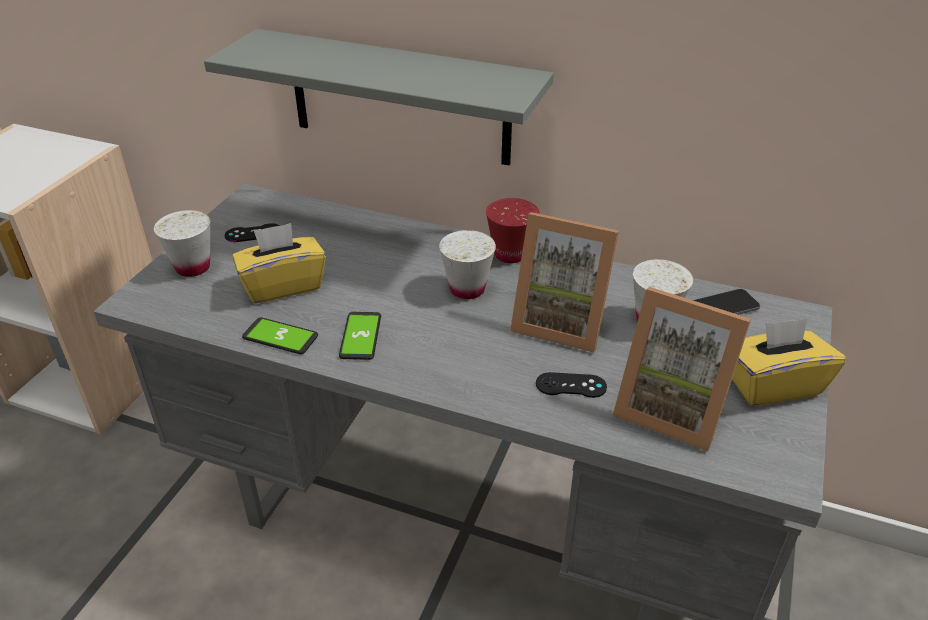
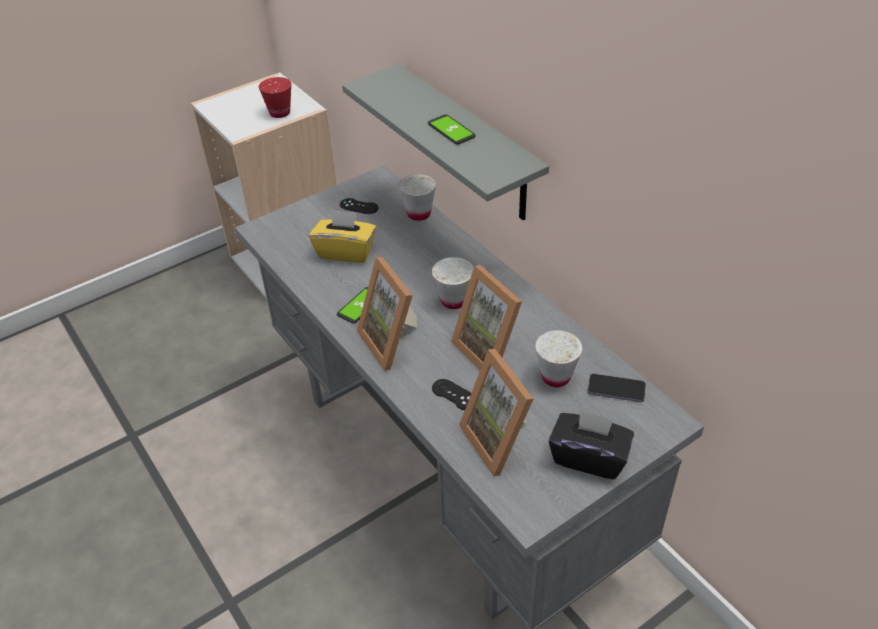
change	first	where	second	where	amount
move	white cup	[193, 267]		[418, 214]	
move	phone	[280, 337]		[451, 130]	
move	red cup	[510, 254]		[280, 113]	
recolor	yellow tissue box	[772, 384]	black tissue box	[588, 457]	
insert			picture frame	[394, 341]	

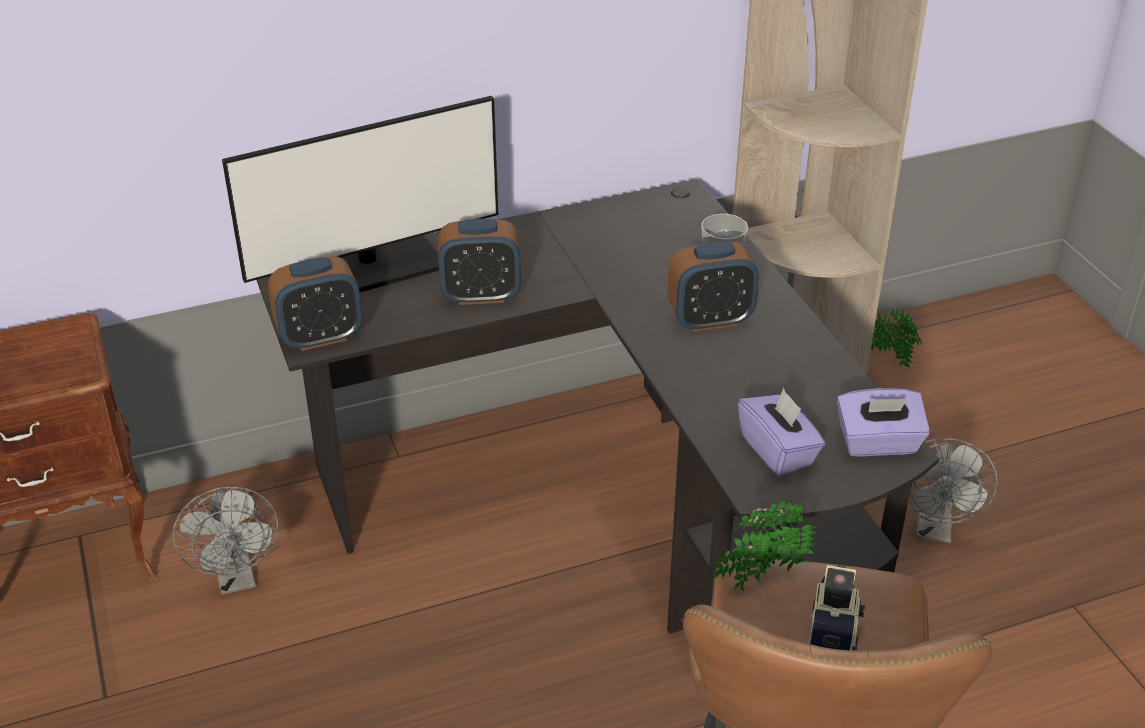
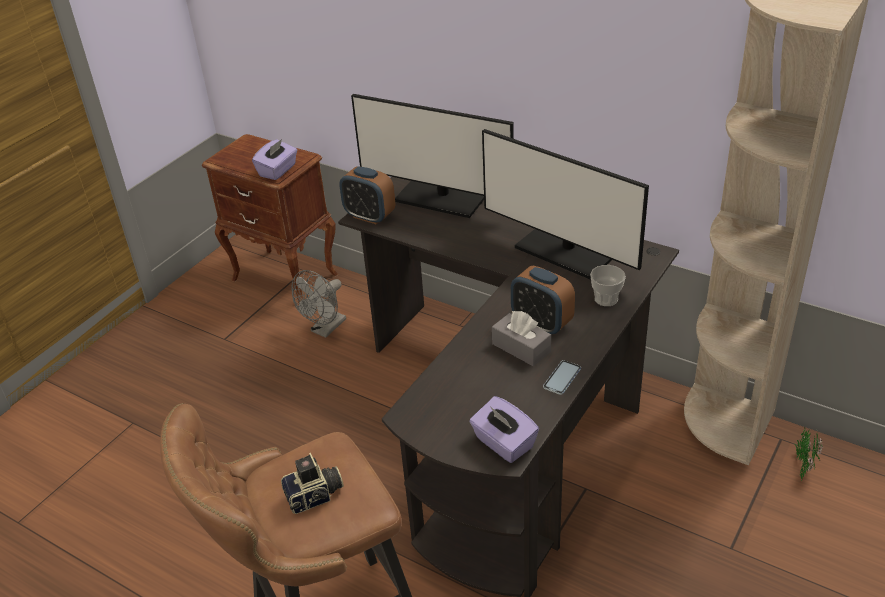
change	first	where	second	where	amount
delete	alarm clock	[481, 295]			
delete	potted plant	[758, 577]			
move	purple tissue box	[778, 451]		[278, 171]	
delete	grey fan	[934, 529]			
insert			monitor	[563, 253]	
insert			grey tissue box	[521, 348]	
insert			phone	[562, 378]	

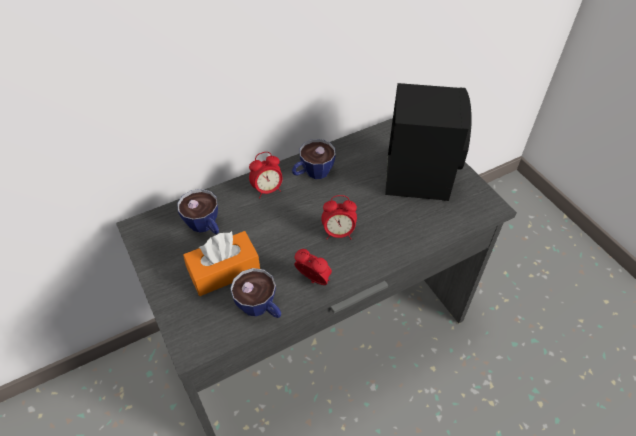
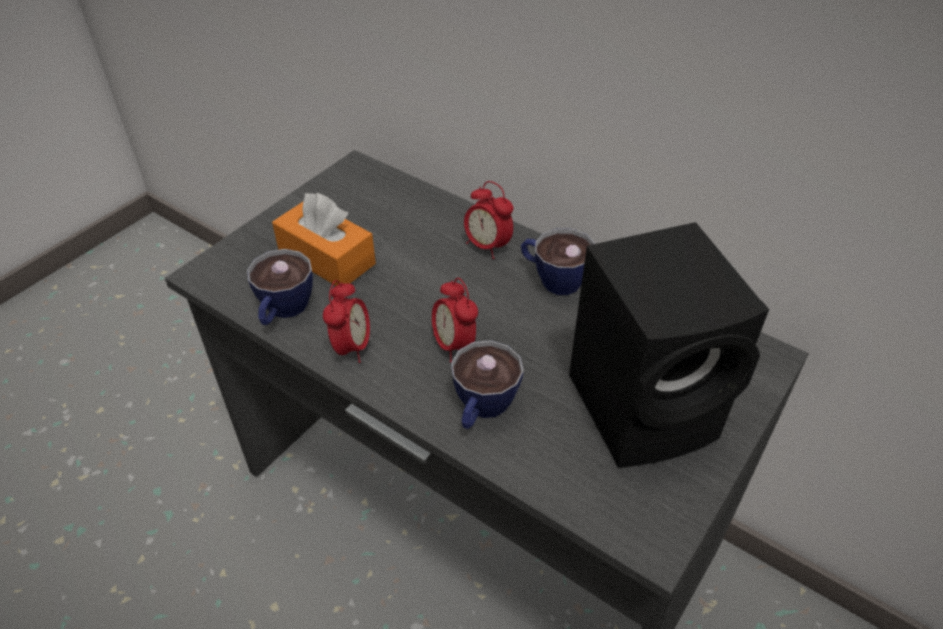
change	first	where	second	where	amount
move	cup	[205, 226]		[482, 409]	

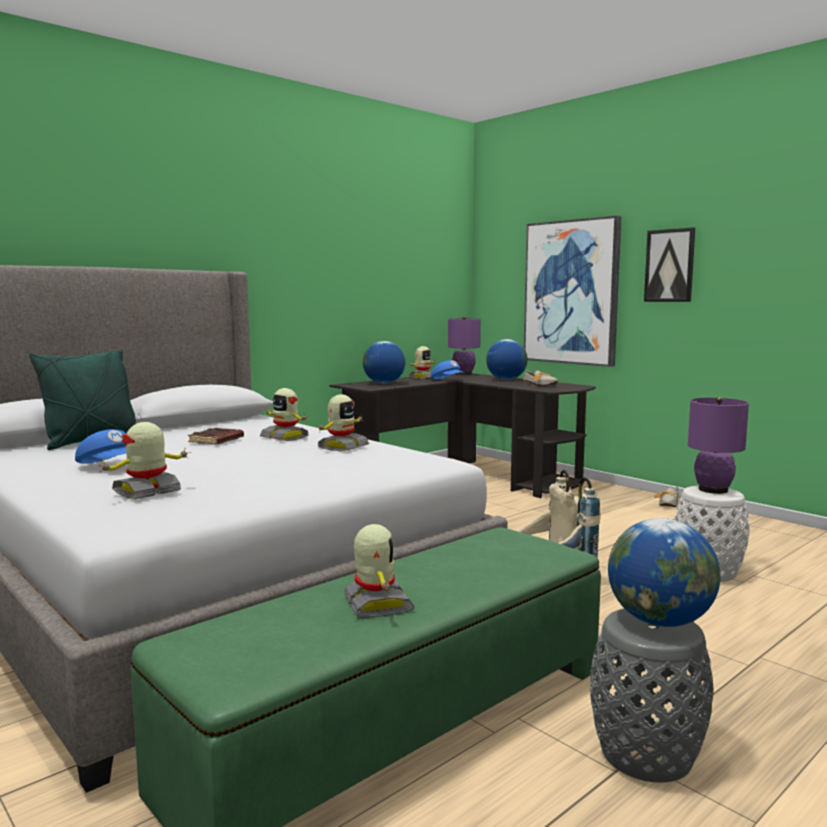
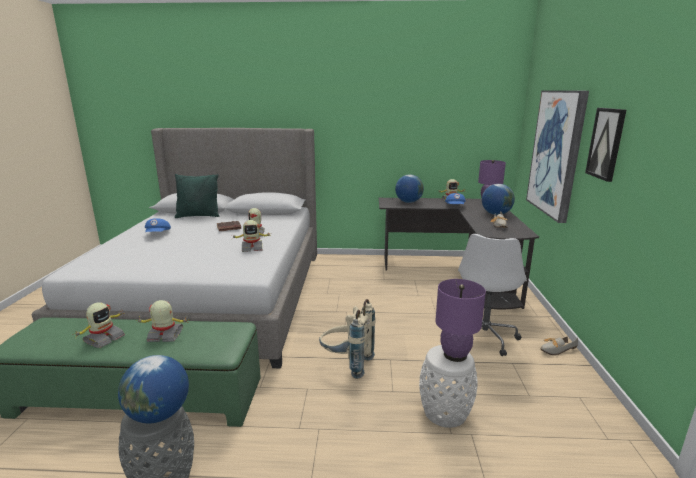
change	first	where	second	where	amount
move	toy robot	[147, 492]		[165, 335]	
insert			white office chair	[484, 338]	

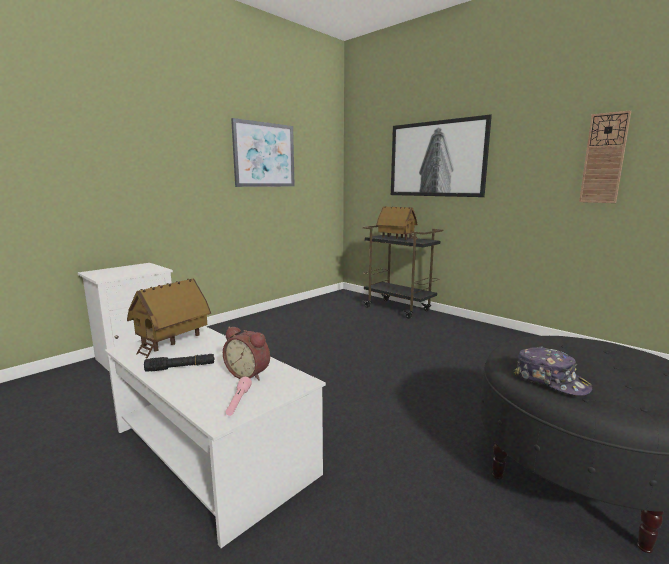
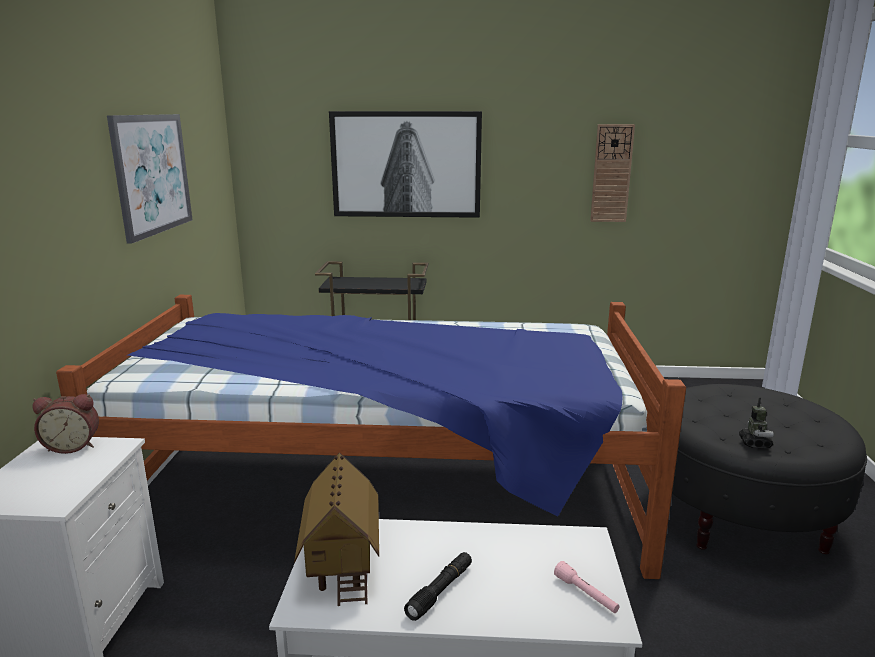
change	first	where	second	where	amount
move	alarm clock	[249, 374]		[73, 446]	
delete	toy house	[396, 239]			
replace	cap	[550, 380]	toy robot	[754, 443]	
insert			bed	[387, 496]	

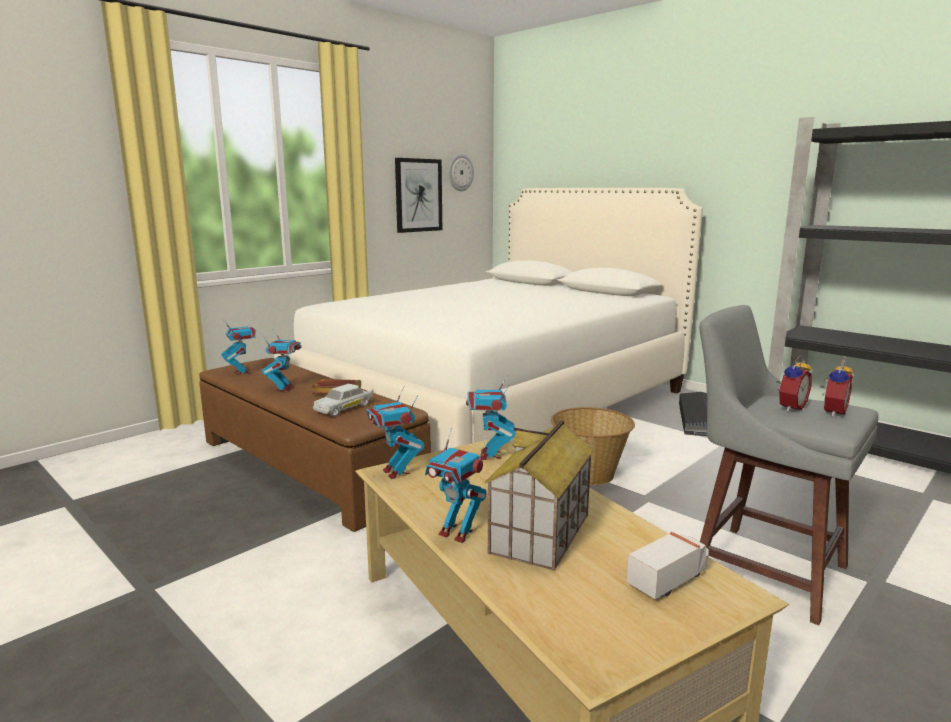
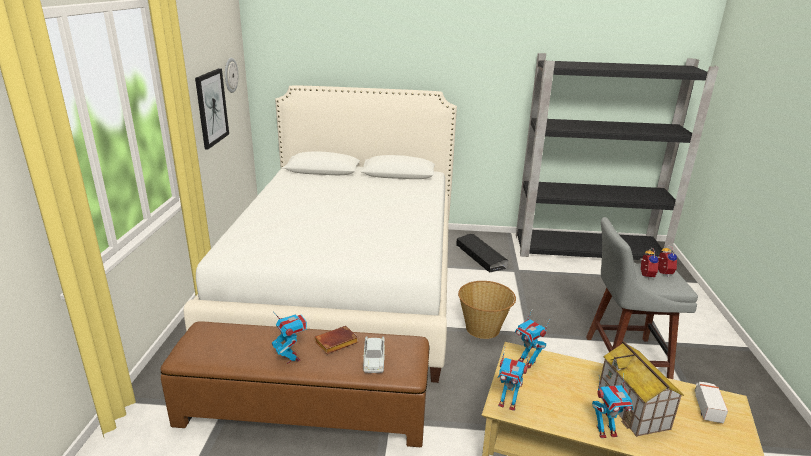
change	first	where	second	where	amount
delete	toy robot	[242, 372]			

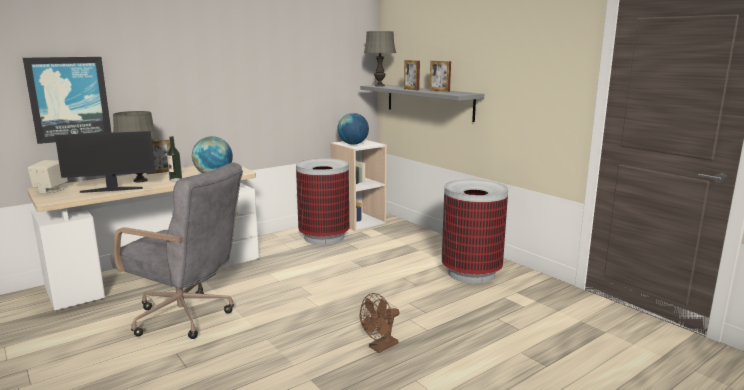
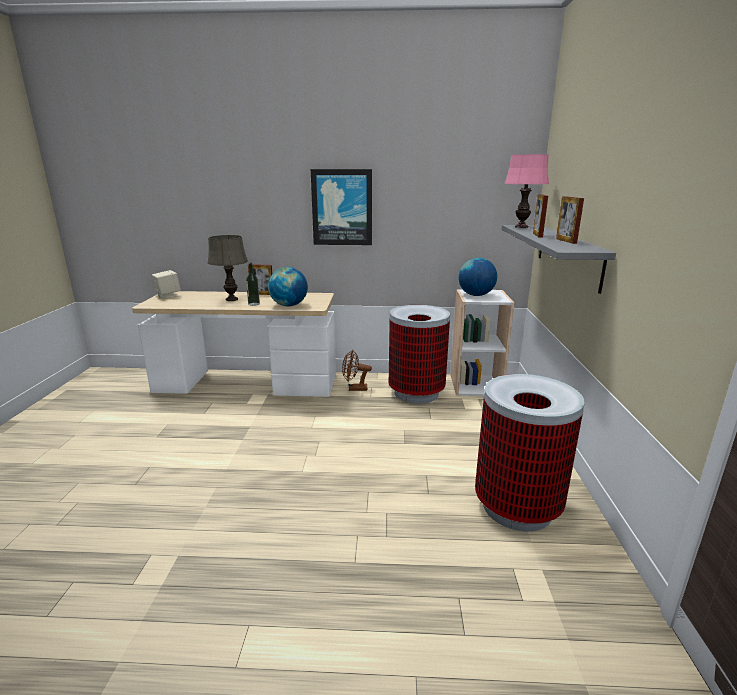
change	first	where	second	where	amount
move	picture	[69, 99]		[342, 207]	
delete	monitor	[112, 189]			
delete	grey office chair	[187, 319]			
move	brown fan	[380, 347]		[354, 389]	
recolor	grey table lamp	[379, 86]	pink table lamp	[521, 227]	

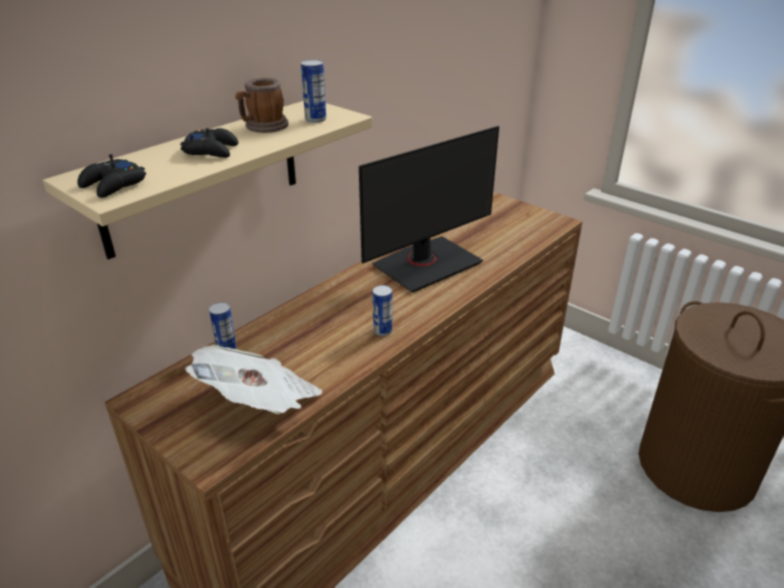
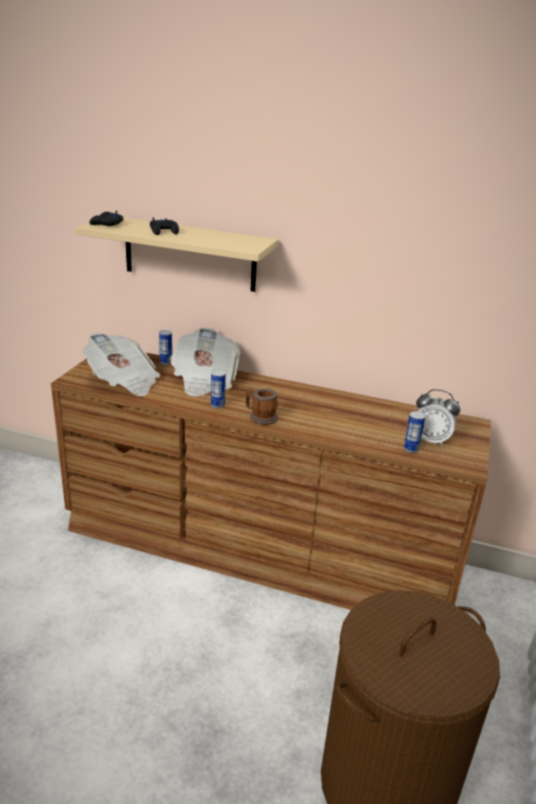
change	first	where	second	where	amount
move	mug	[263, 127]		[260, 417]	
move	can	[315, 119]		[411, 449]	
delete	monitor	[426, 264]			
insert			newspaper	[204, 380]	
insert			alarm clock	[431, 440]	

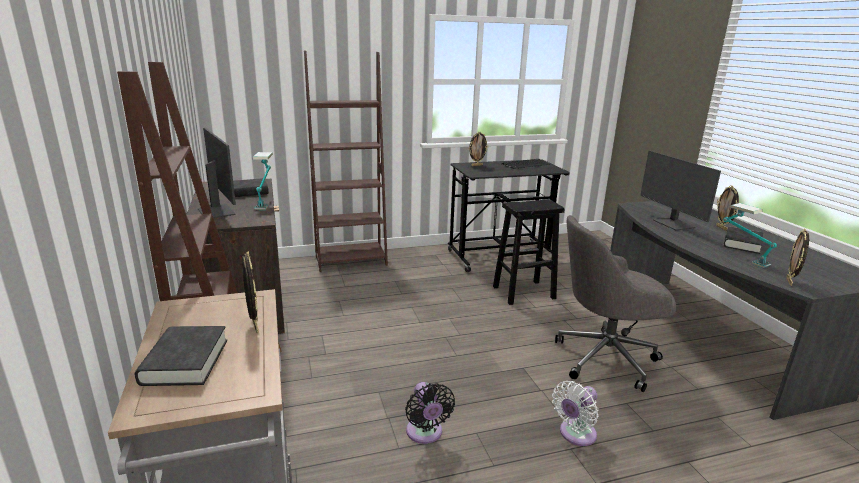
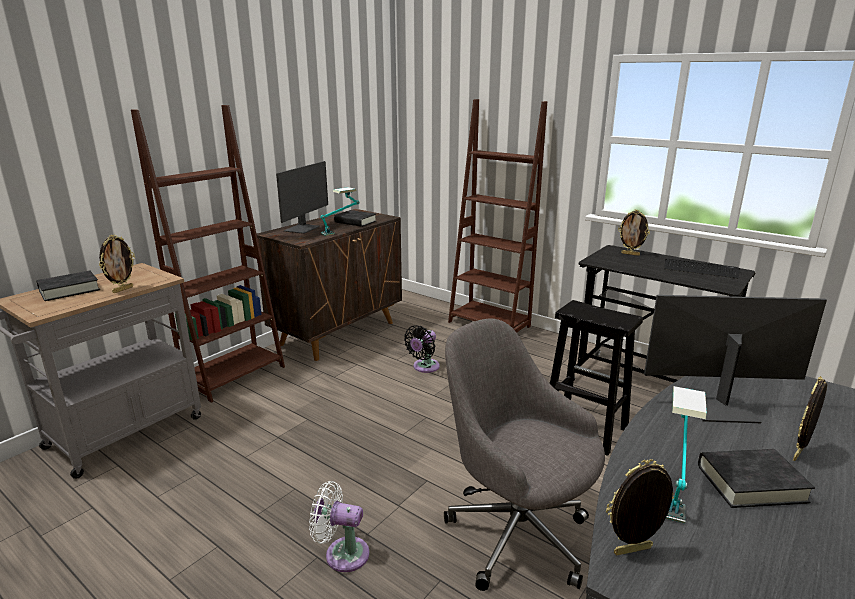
change	first	where	second	where	amount
move	black fan	[425, 433]		[424, 367]	
rotate	monitor	[673, 224]		[721, 408]	60 degrees clockwise

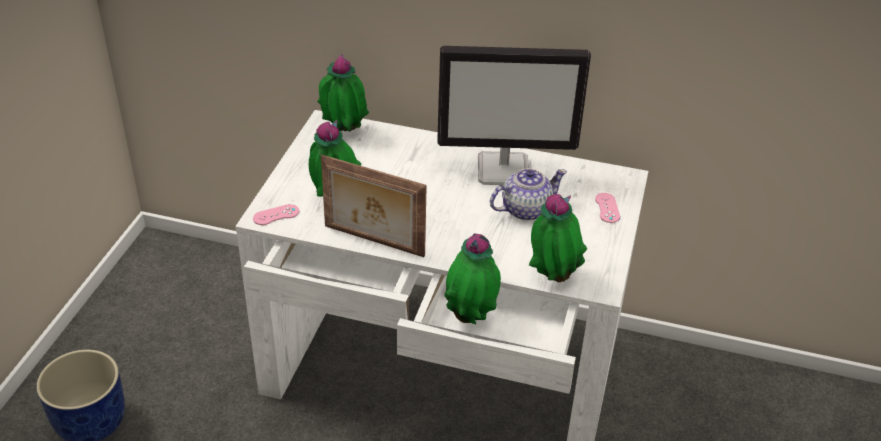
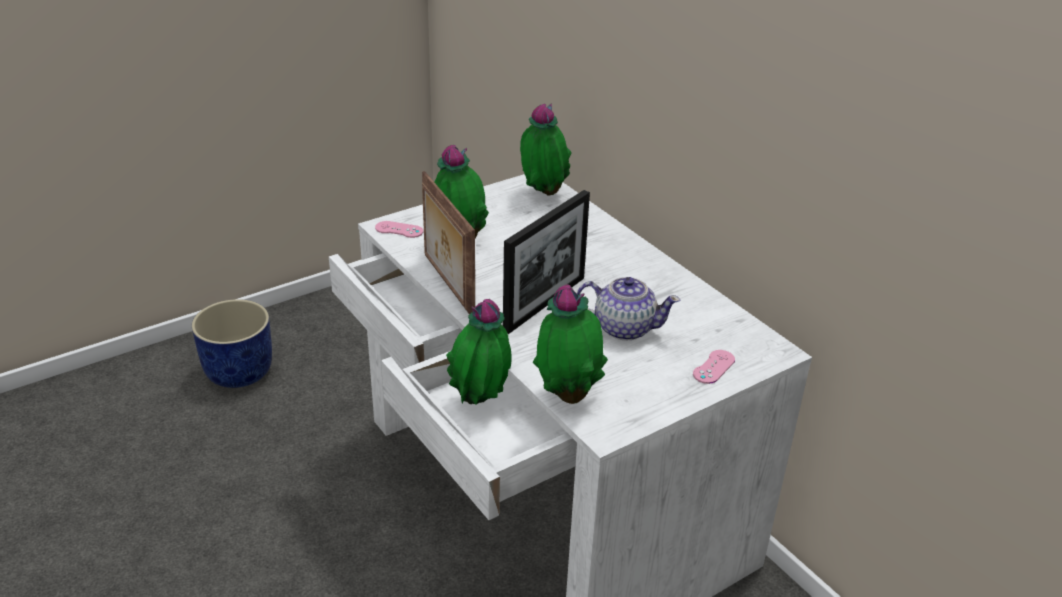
change	first	where	second	where	amount
delete	monitor	[504, 170]			
insert			picture frame	[544, 303]	

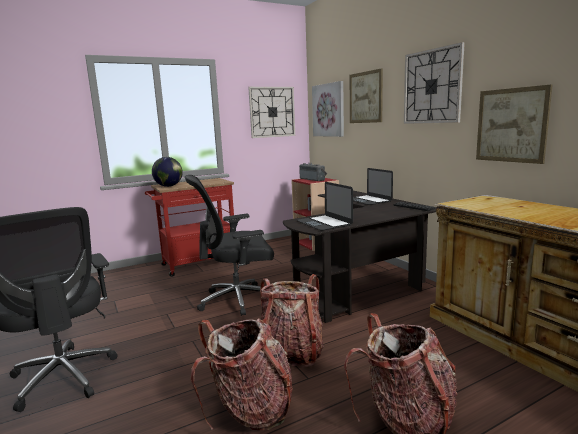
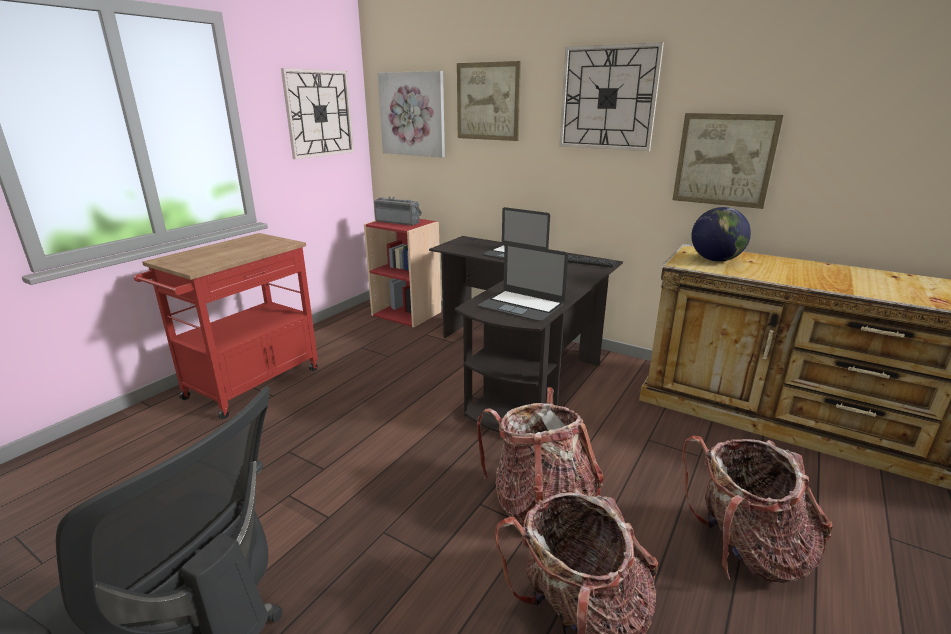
change	first	where	second	where	amount
move	globe	[168, 186]		[715, 260]	
delete	office chair	[238, 299]			

